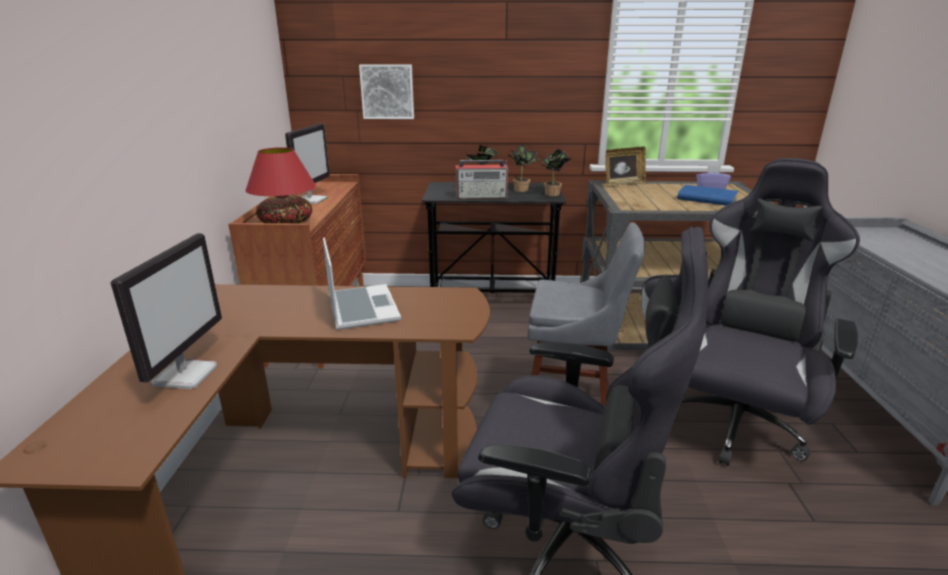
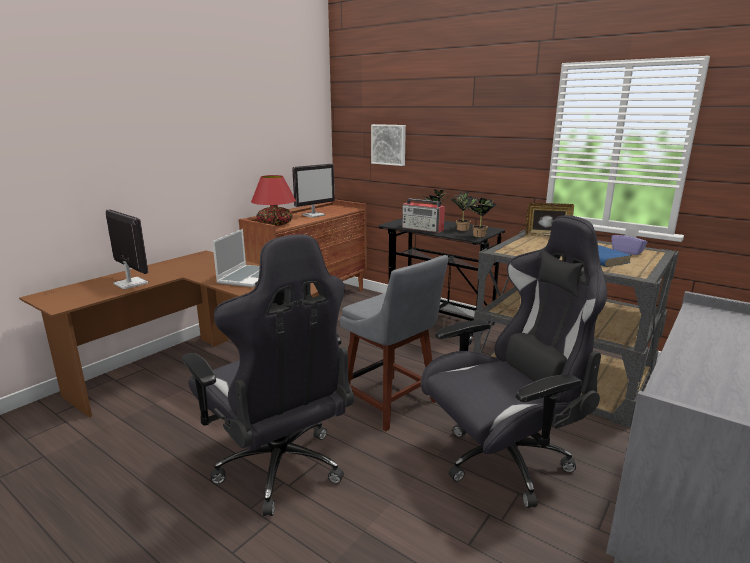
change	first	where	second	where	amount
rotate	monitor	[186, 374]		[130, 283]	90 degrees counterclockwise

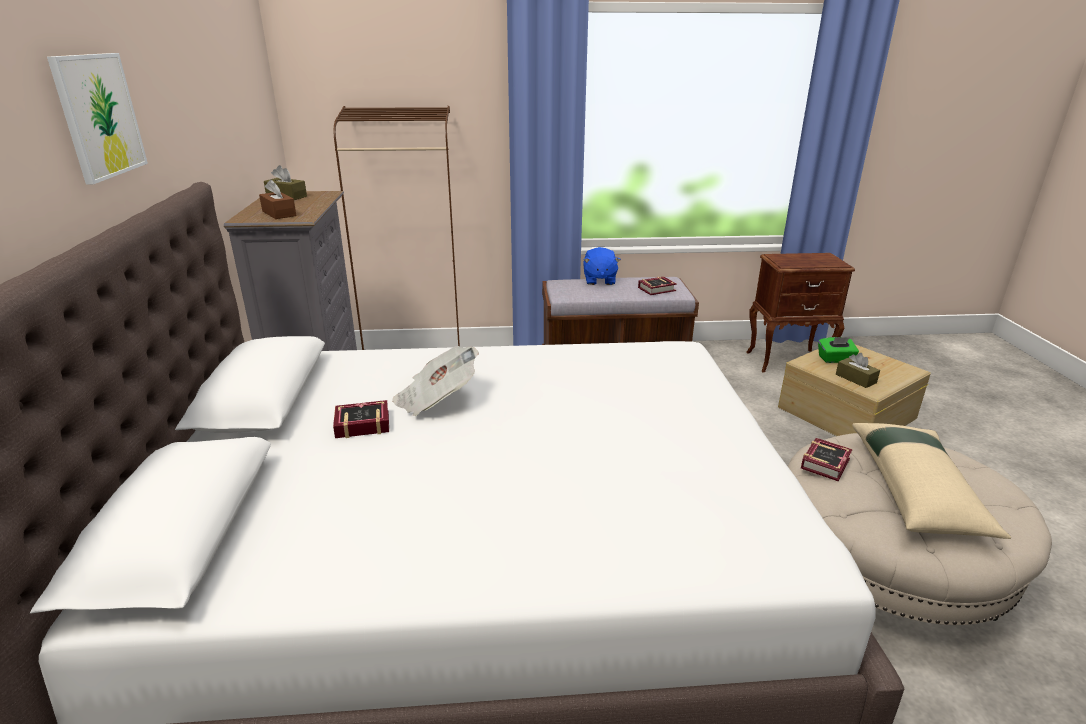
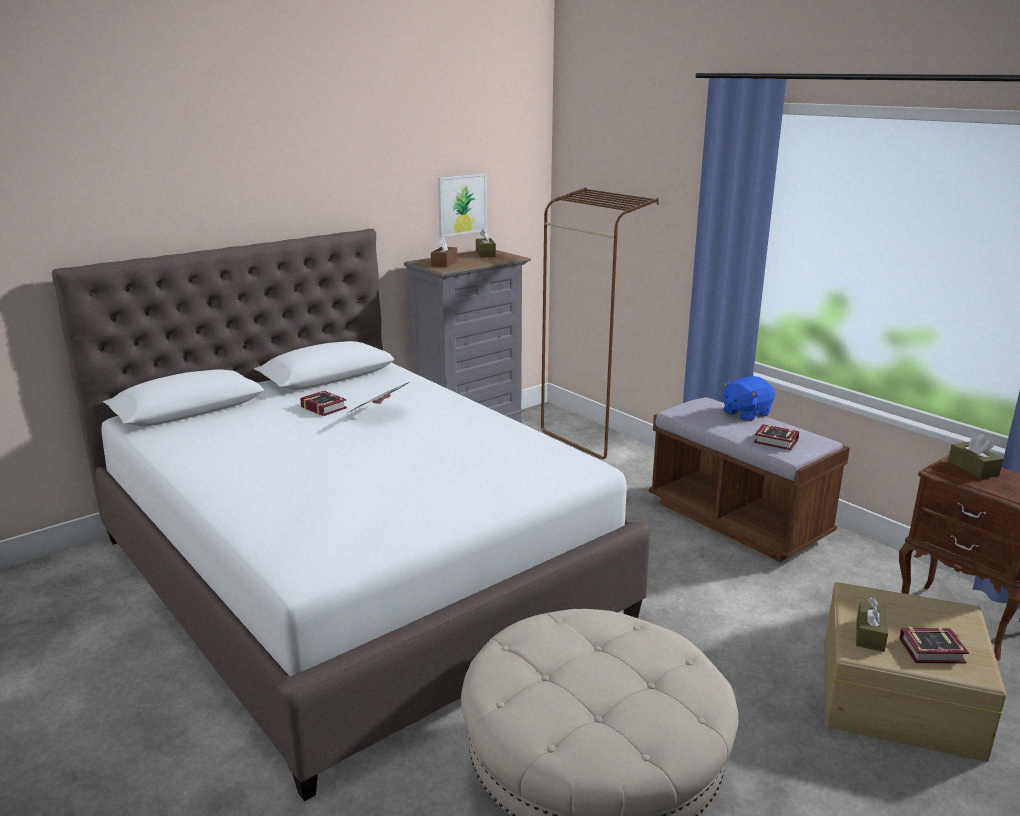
change	first	where	second	where	amount
move	picture	[99, 116]		[462, 204]	
move	book	[827, 463]		[935, 652]	
delete	green tissue box	[835, 359]			
delete	beige pillow	[917, 489]			
insert			brown tissue box	[973, 468]	

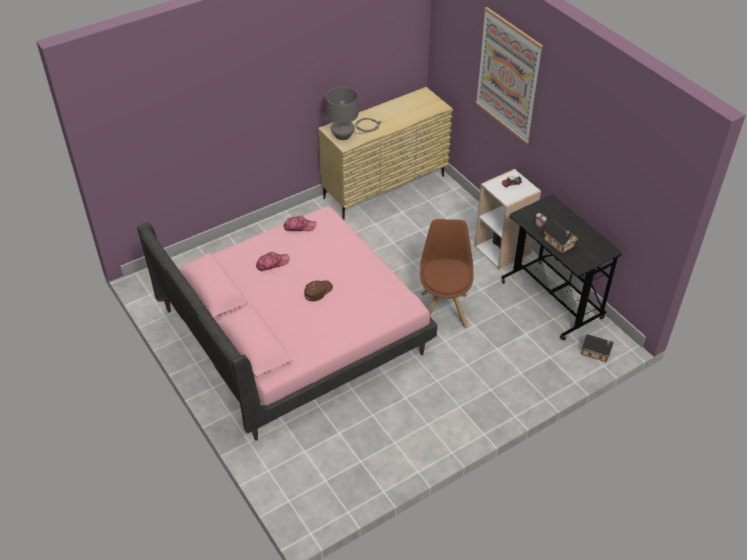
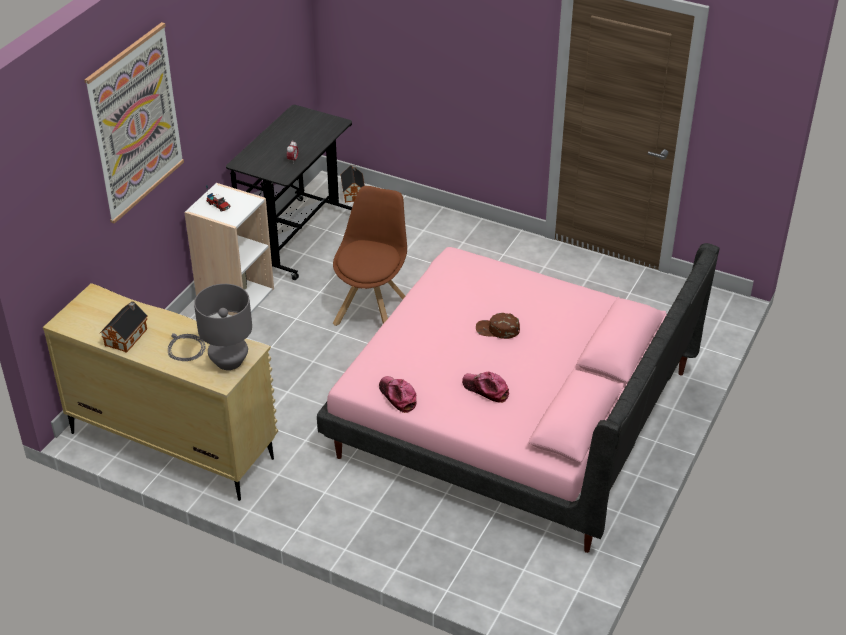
change	first	where	second	where	amount
rotate	brown chair	[444, 307]		[372, 309]	135 degrees clockwise
move	toy house	[559, 243]		[127, 336]	

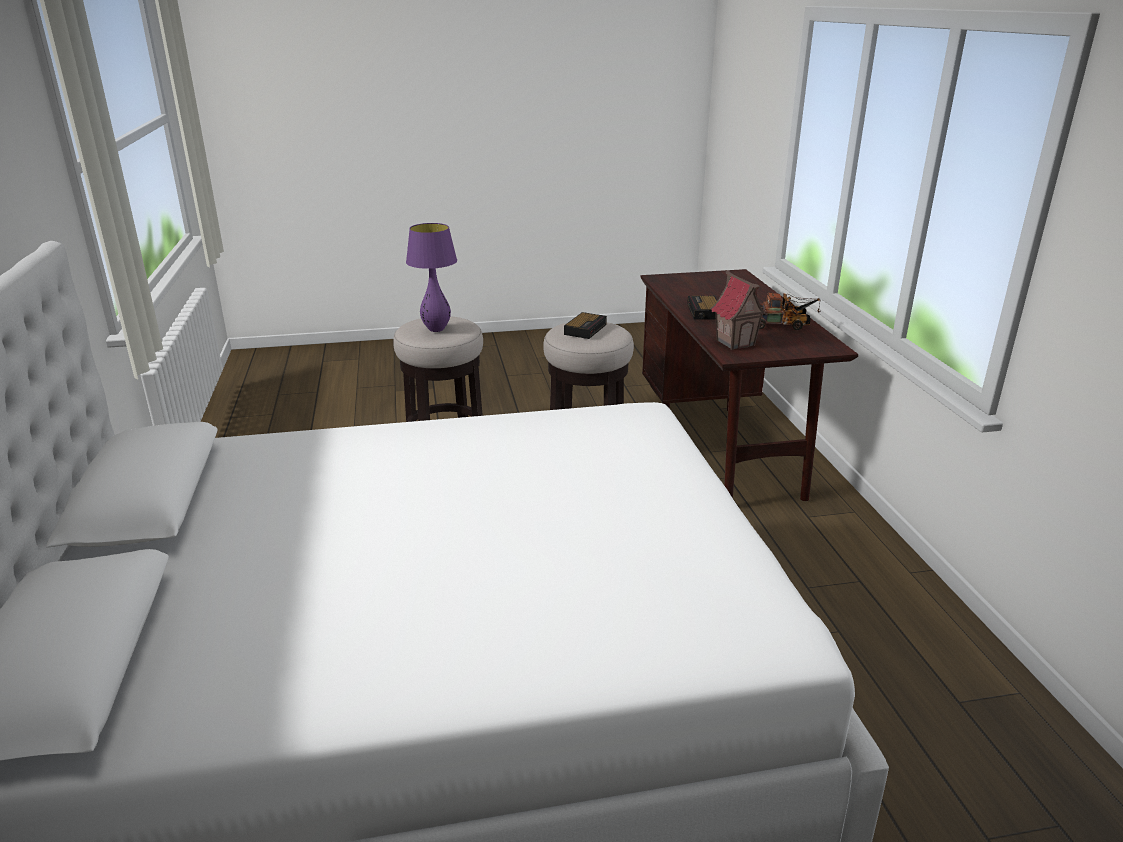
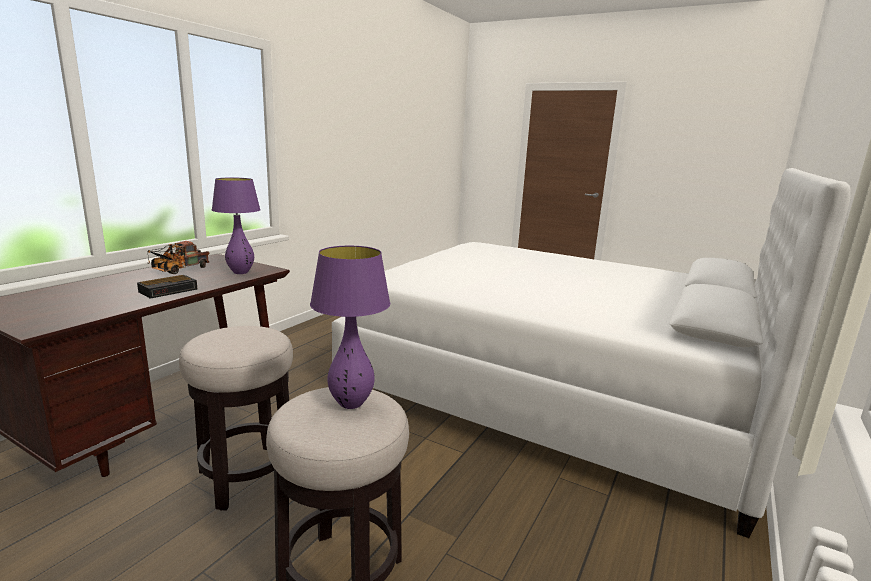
change	first	where	second	where	amount
delete	alarm clock	[585, 329]			
replace	toy house	[736, 343]	purple table lamp	[241, 272]	
rotate	toy truck	[782, 325]		[178, 270]	105 degrees counterclockwise

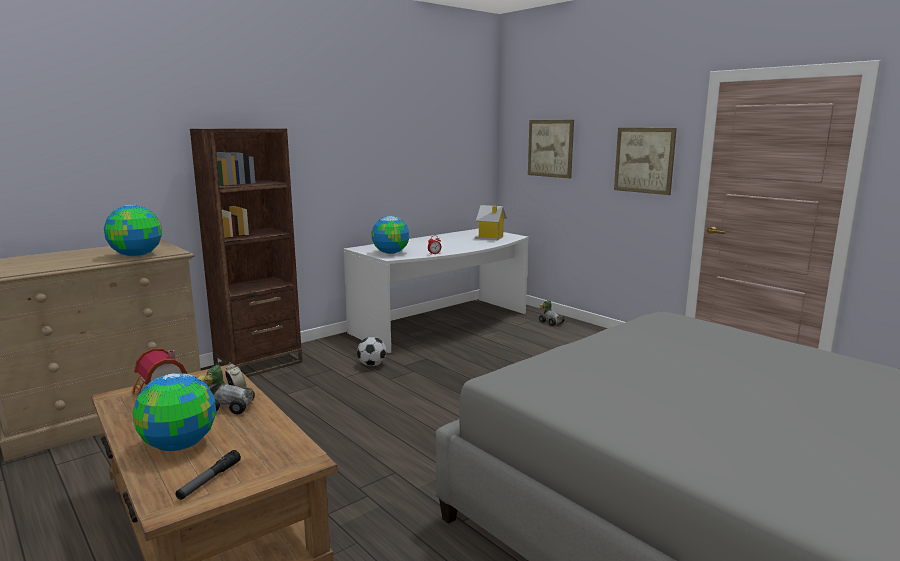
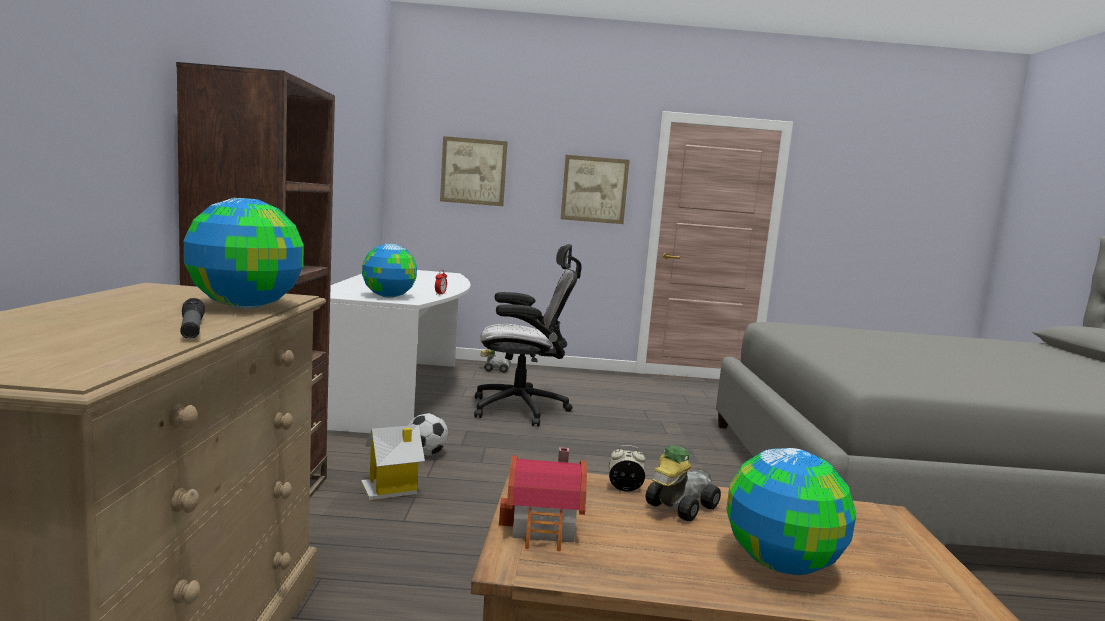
change	first	where	second	where	amount
move	flashlight	[209, 480]		[192, 328]	
move	toy house	[490, 238]		[392, 488]	
insert			office chair	[520, 409]	

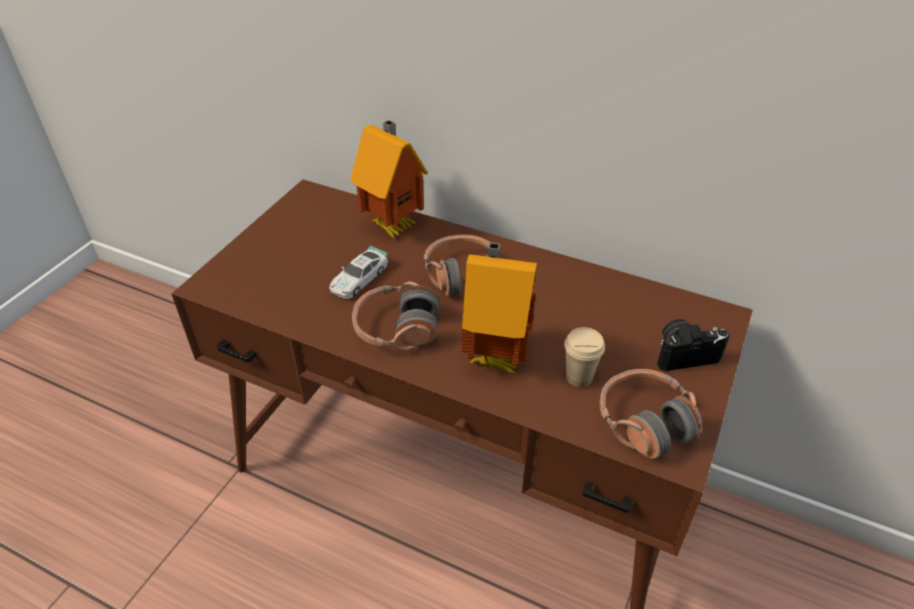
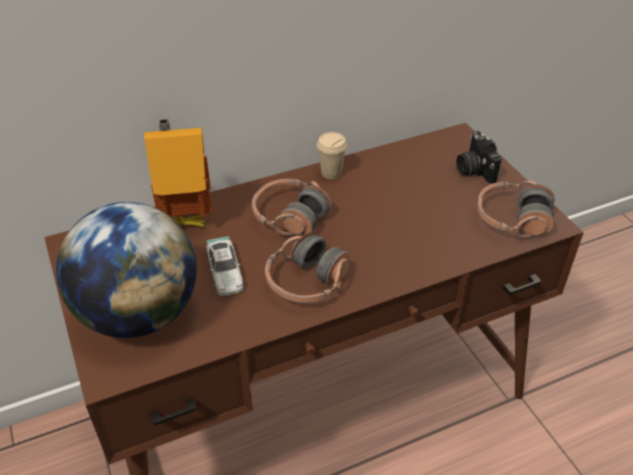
change	first	where	second	where	amount
delete	toy house	[496, 357]			
move	beige cup	[579, 377]		[331, 173]	
rotate	photo camera	[684, 354]		[474, 170]	45 degrees counterclockwise
insert			globe	[139, 314]	

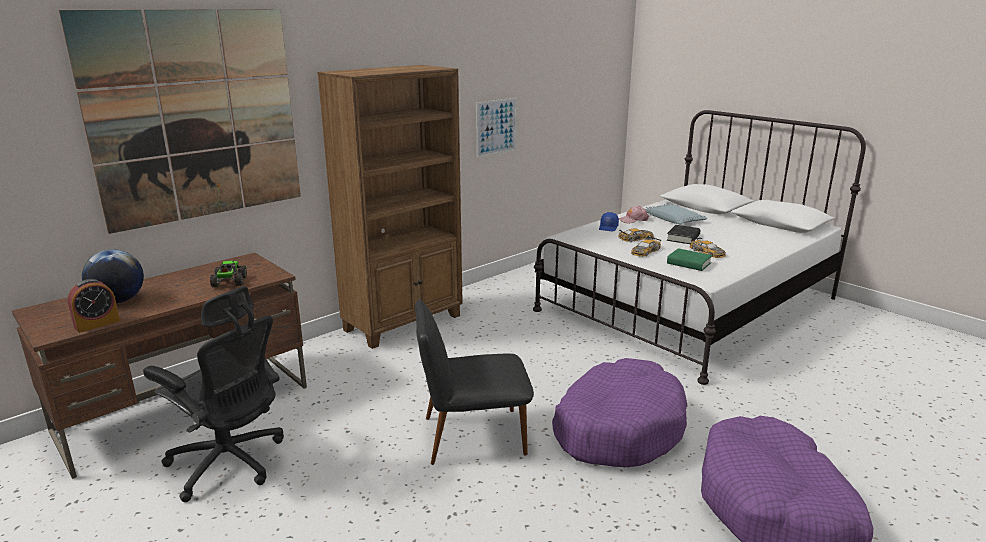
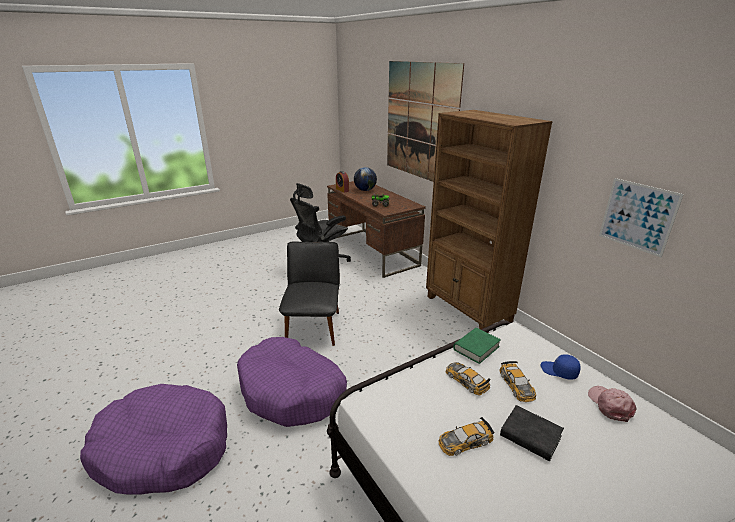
change	first	where	second	where	amount
delete	blue pillow	[673, 218]			
move	green book	[688, 263]		[476, 348]	

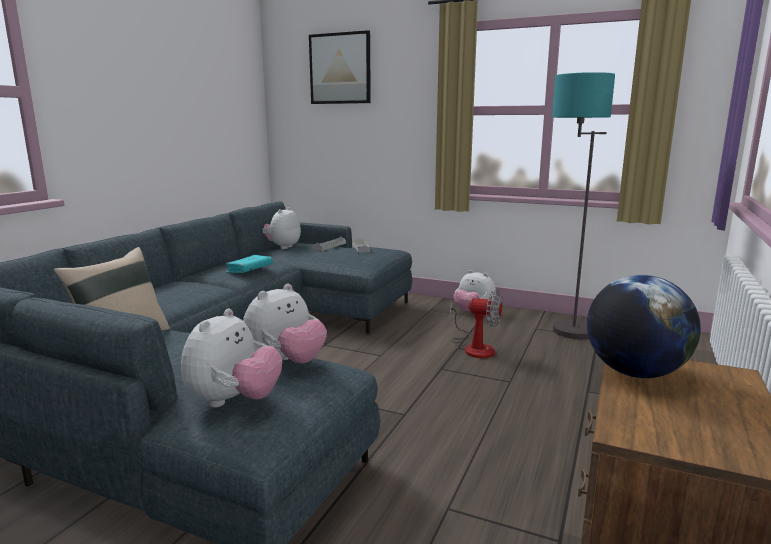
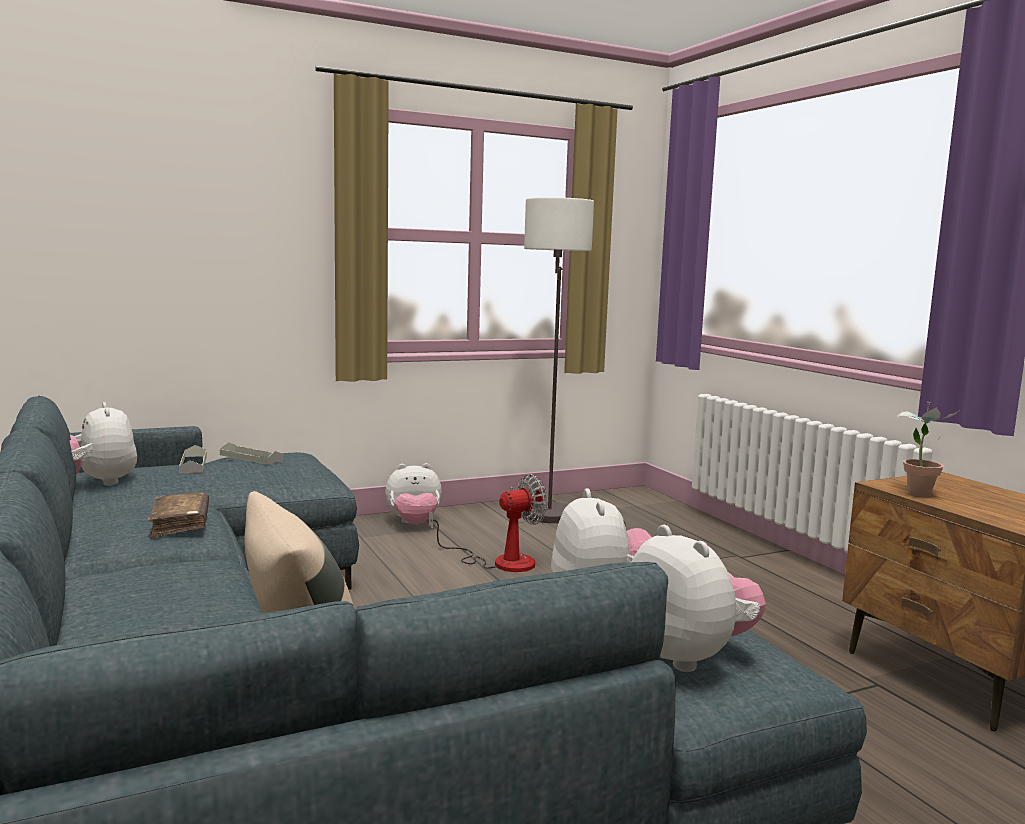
change	first	where	second	where	amount
recolor	turquoise book	[249, 270]	brown book	[180, 524]	
delete	picture	[340, 68]			
recolor	turquoise floor lamp	[565, 334]	white floor lamp	[547, 520]	
replace	globe	[635, 373]	potted plant	[917, 492]	

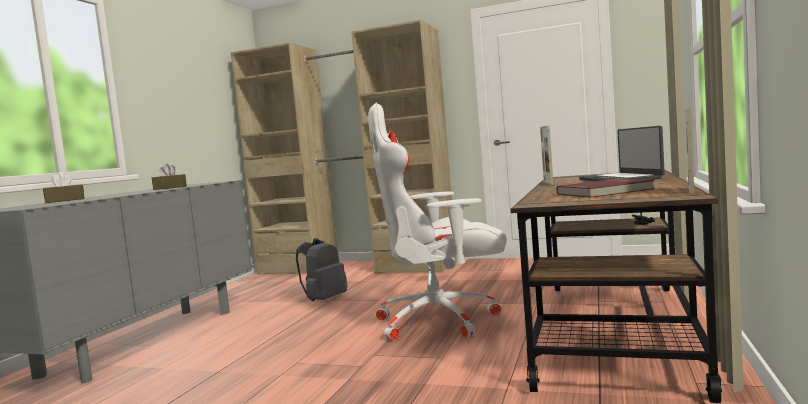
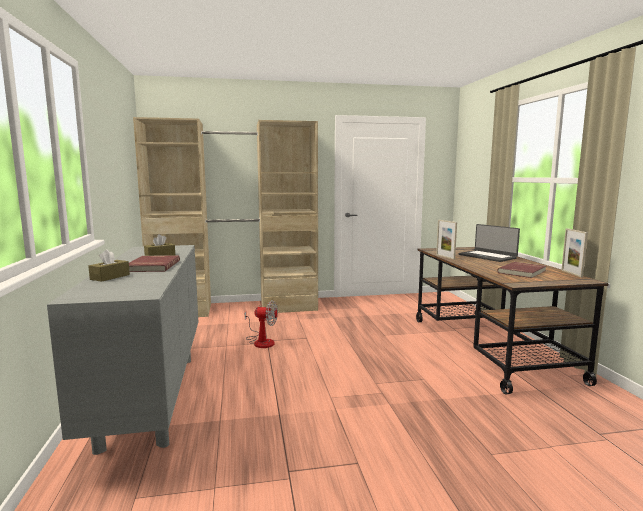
change	first	where	second	where	amount
replace	grey backpack	[324, 300]	fan	[261, 341]	
delete	white office chair	[446, 320]			
insert			red book	[152, 266]	

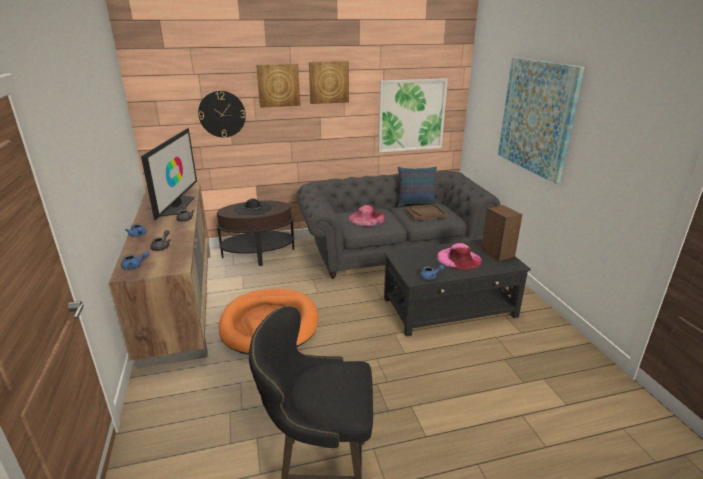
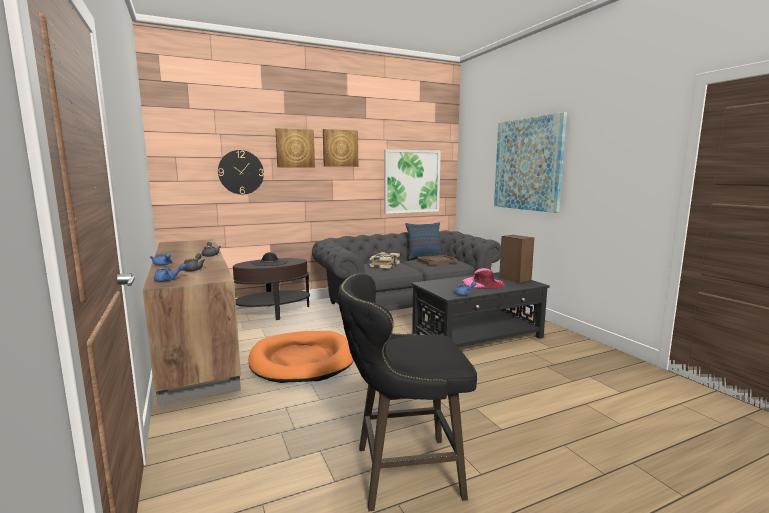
change	first	where	second	where	amount
delete	television	[177, 205]			
replace	pink hat	[367, 218]	book	[384, 265]	

